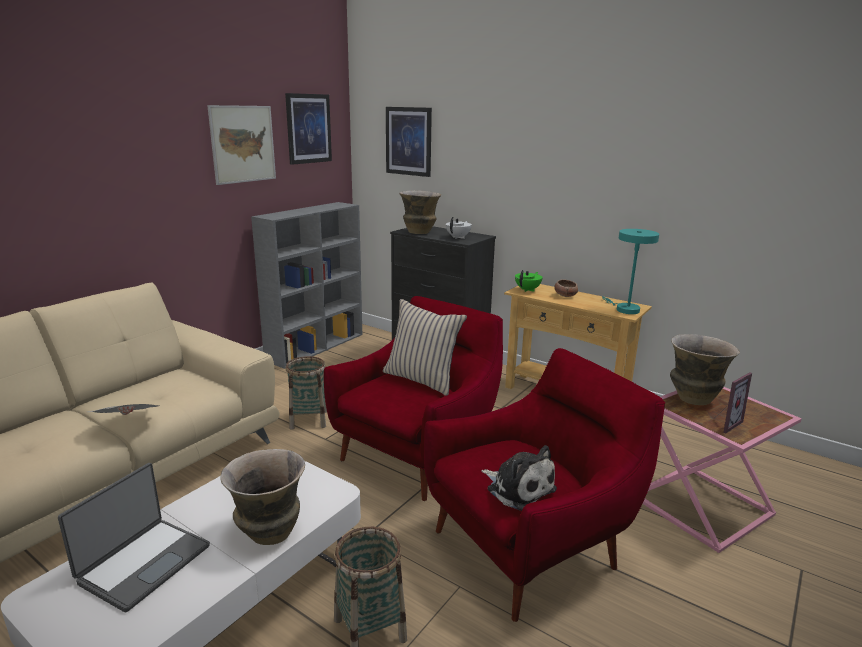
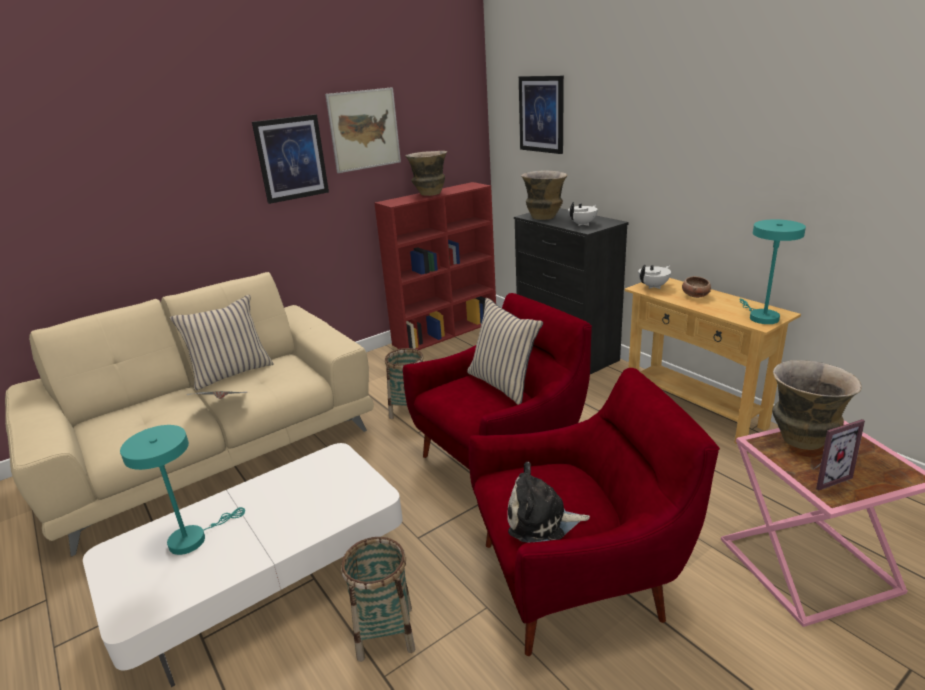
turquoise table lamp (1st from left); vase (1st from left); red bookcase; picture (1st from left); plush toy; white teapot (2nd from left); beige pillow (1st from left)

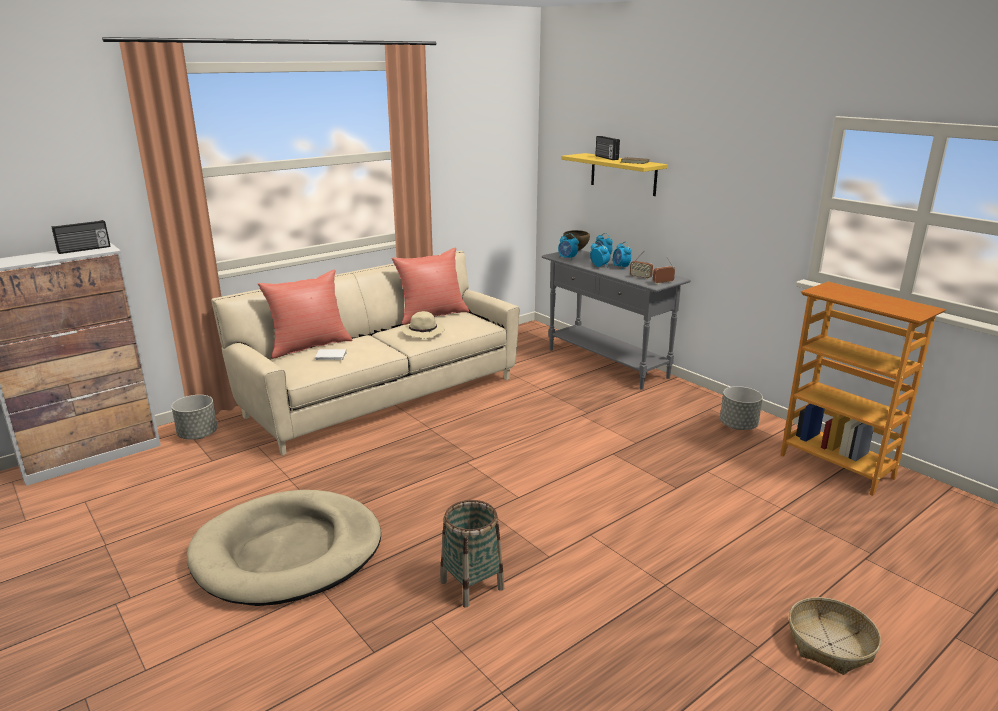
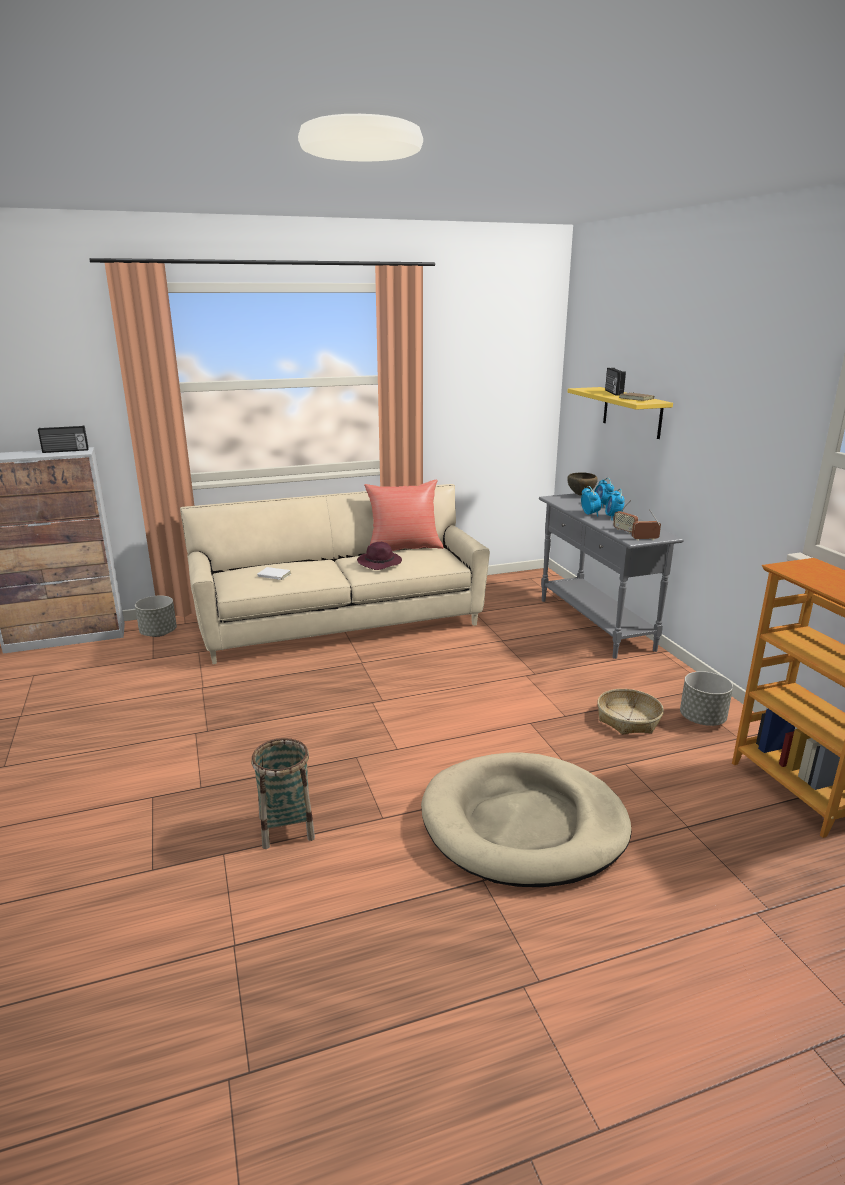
beige dog bed; red pillow (1st from left in the first image); purple hat; alarm clock (1st from left in the first image); basket (2nd from left)

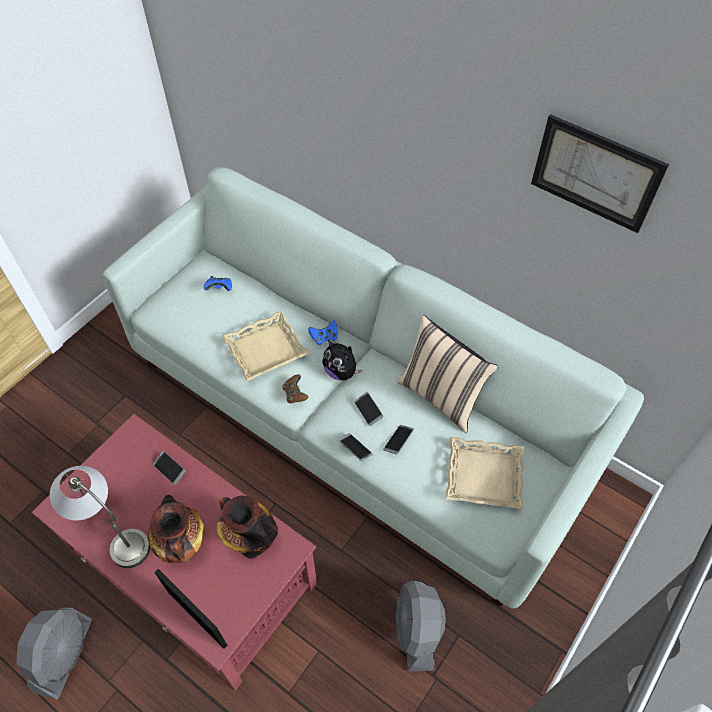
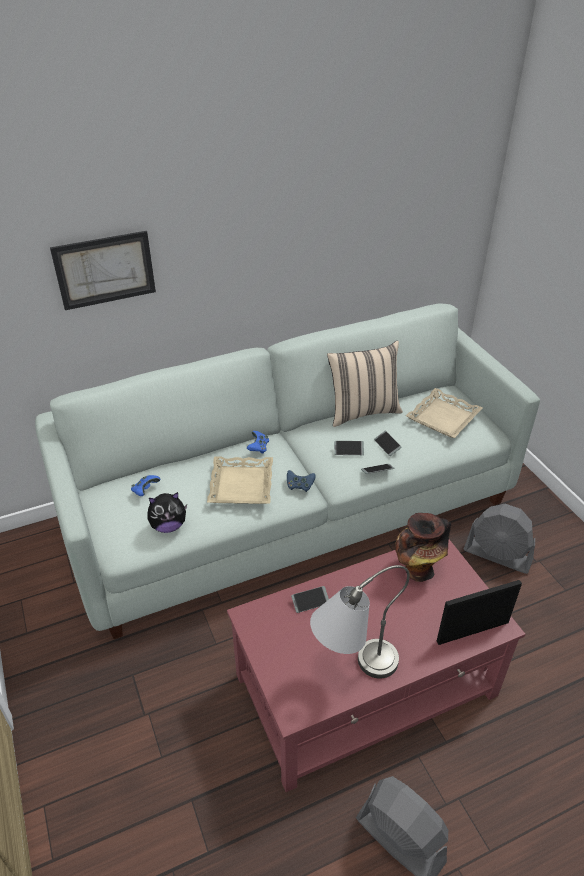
vase (1st from left in the first image); blue game controller (3rd from left); plush toy; picture

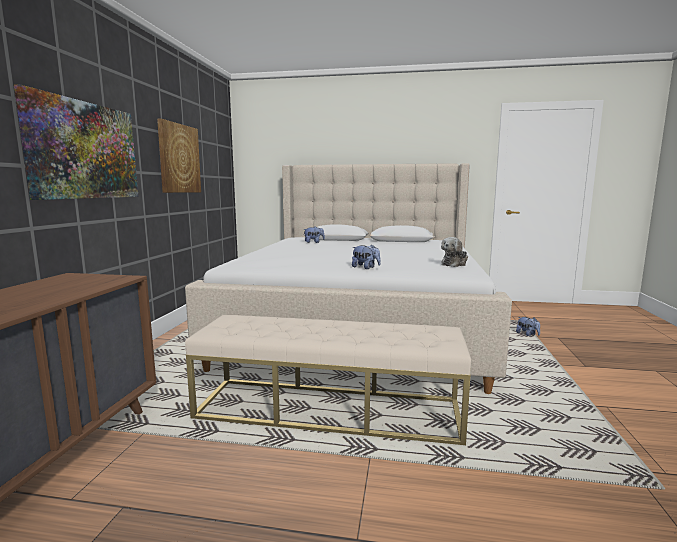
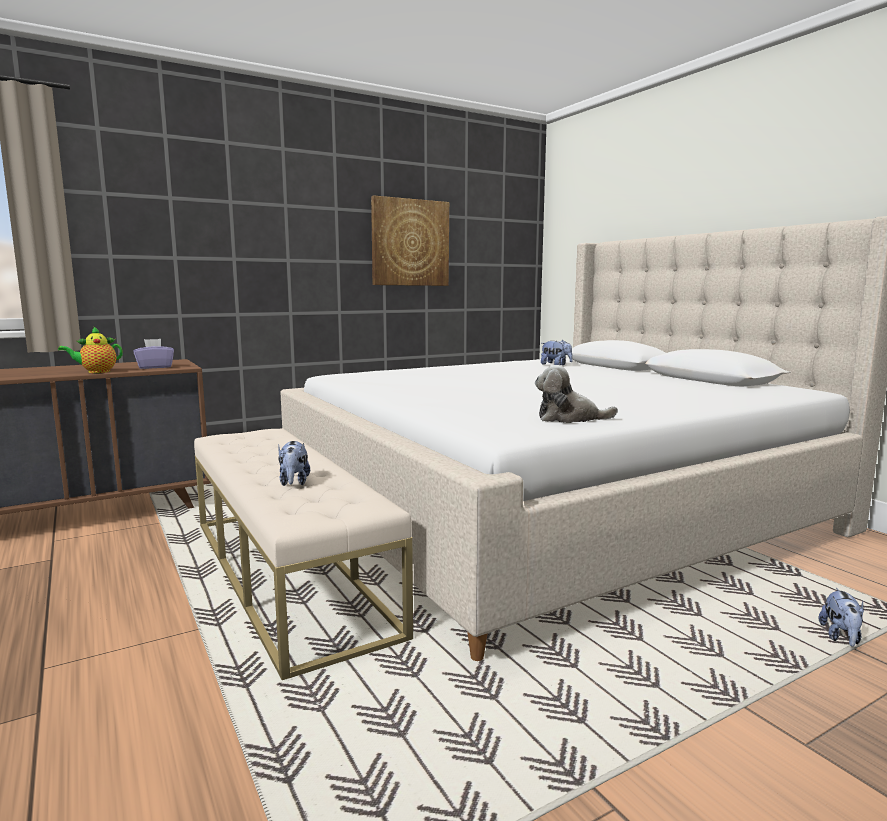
picture (1st from left in the first image); plush toy (1st from left); teapot; purple tissue box

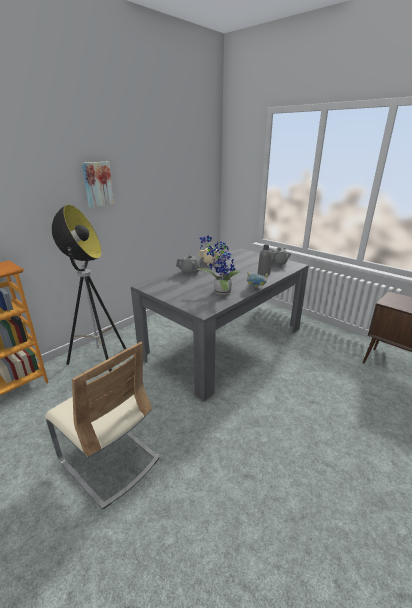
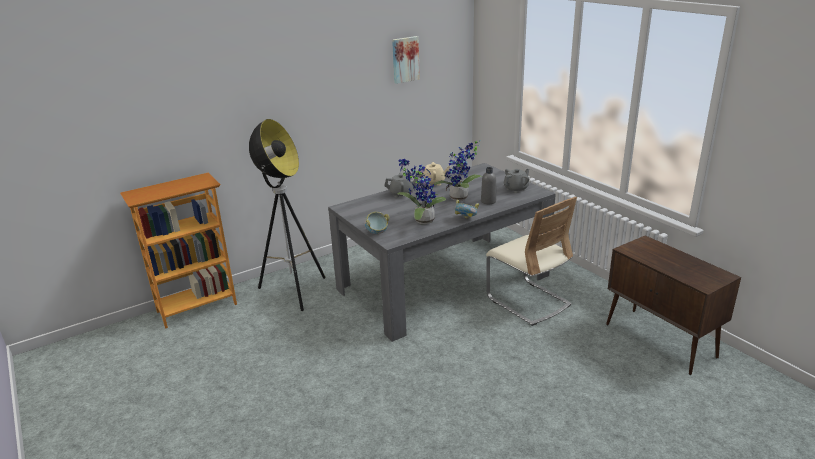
beige chair; picture; bowl (1st from left); potted plant (2nd from left)

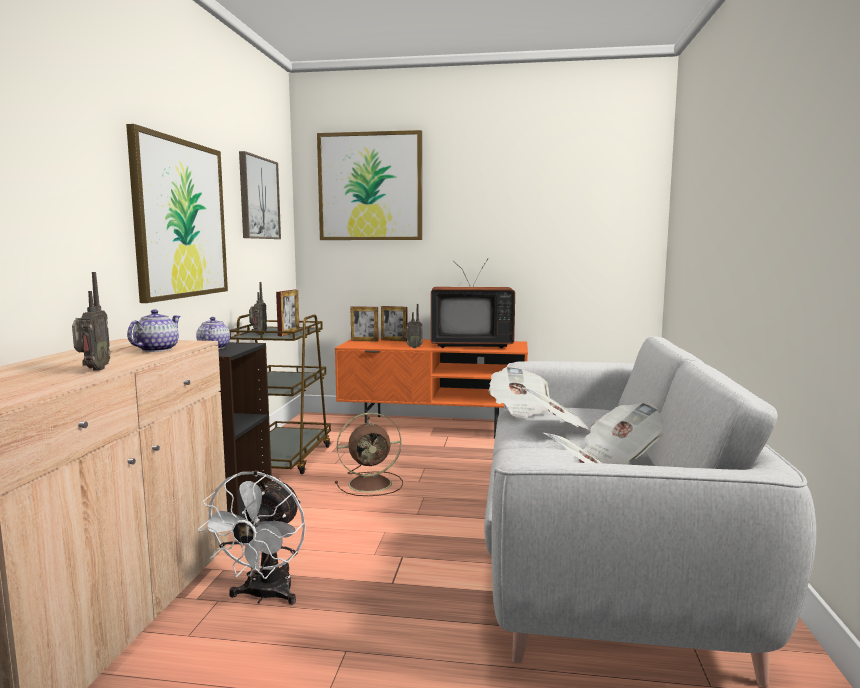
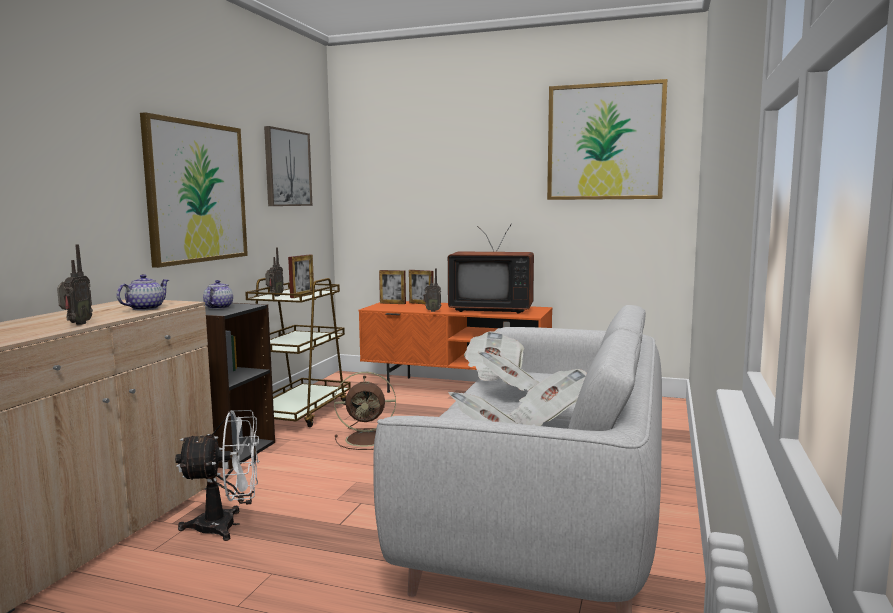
white fan; picture (3rd from left)

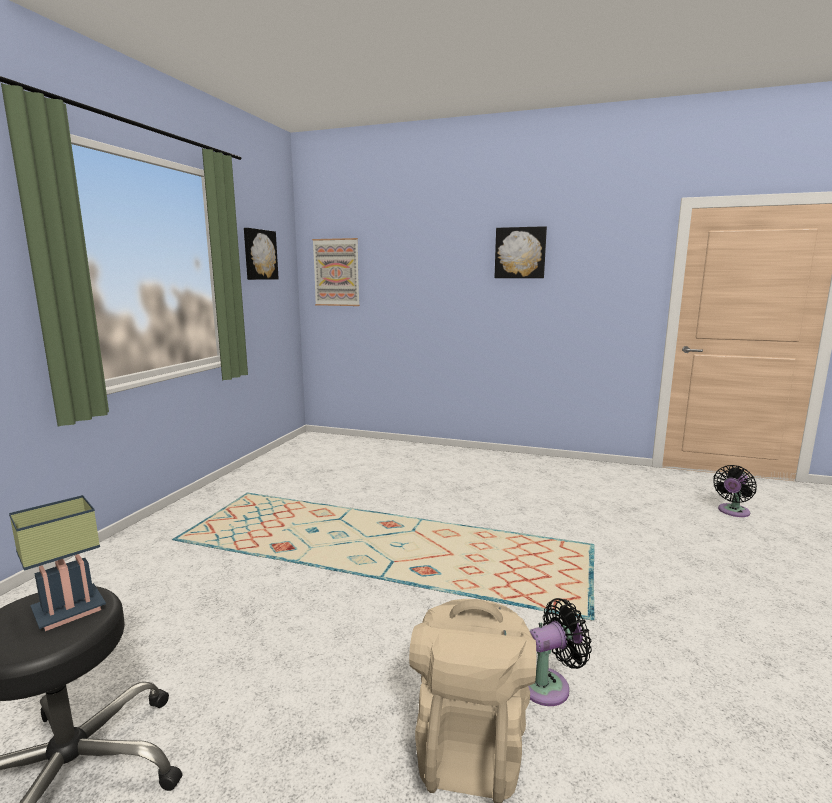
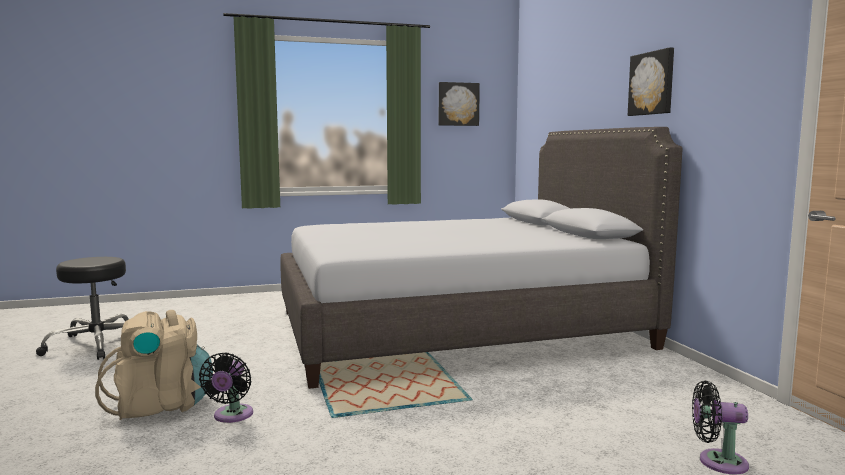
table lamp; picture (2nd from left in the first image); black fan (1st from left); grey bed

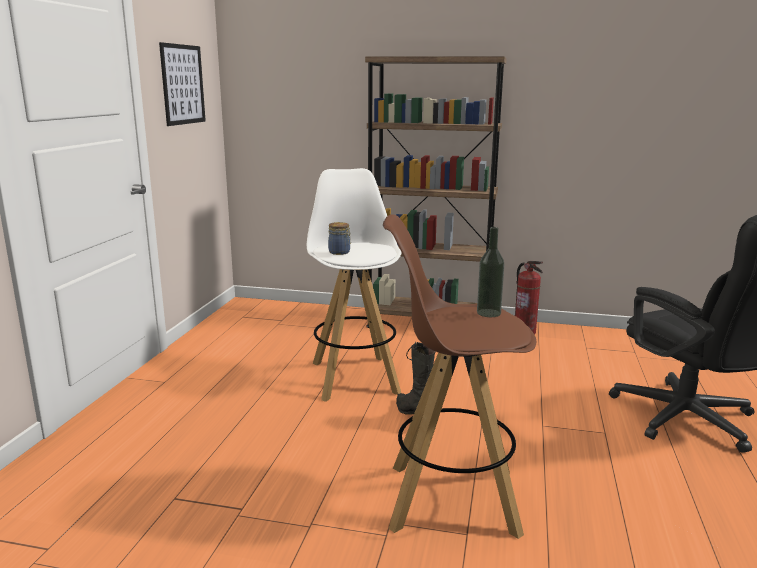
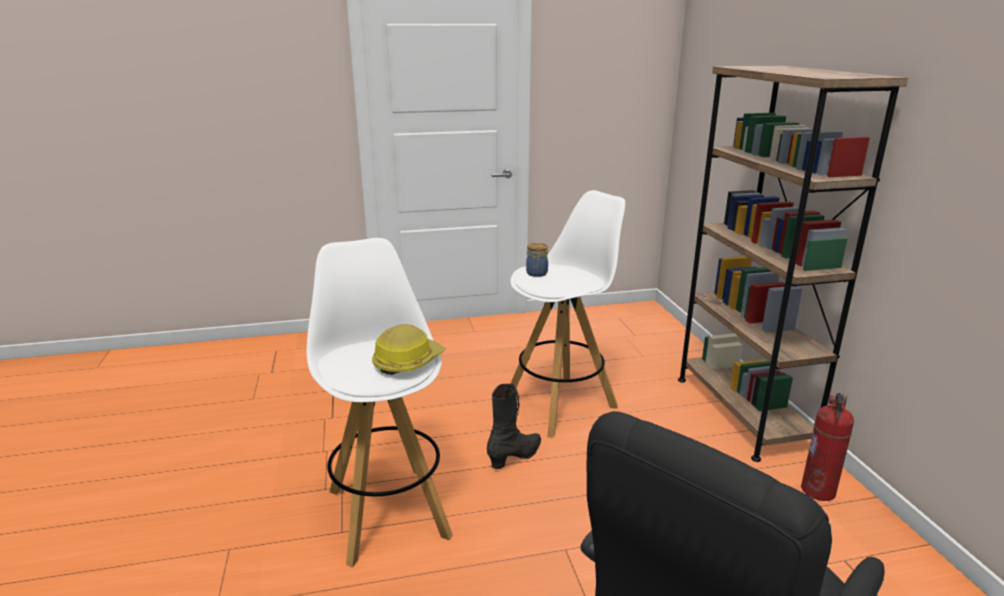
picture; white stool (1st from left); hard hat

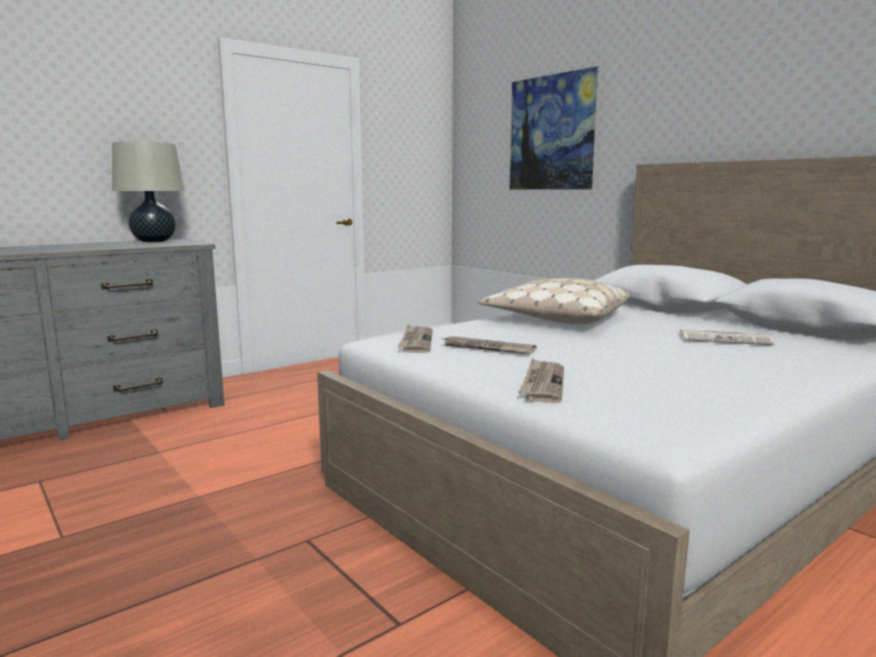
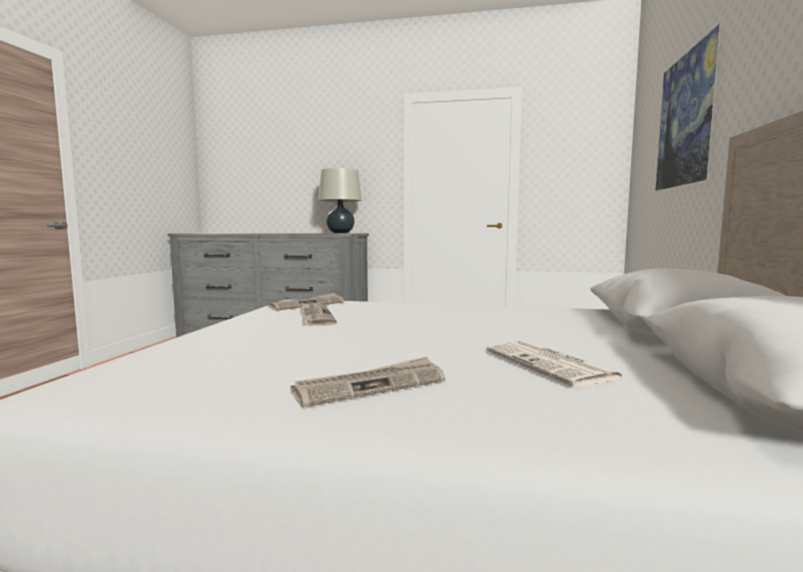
beige pillow; newspaper (3rd from left)

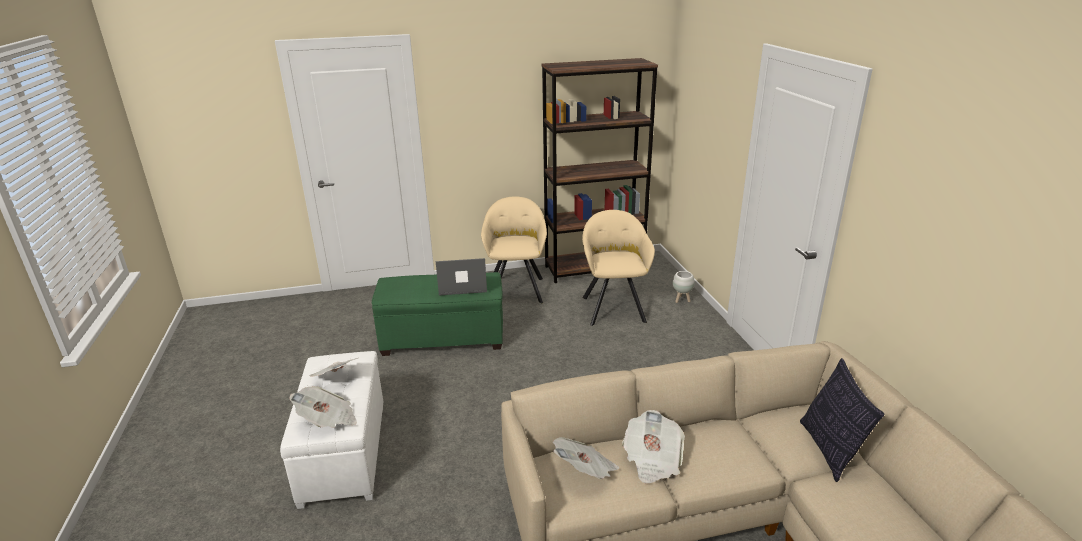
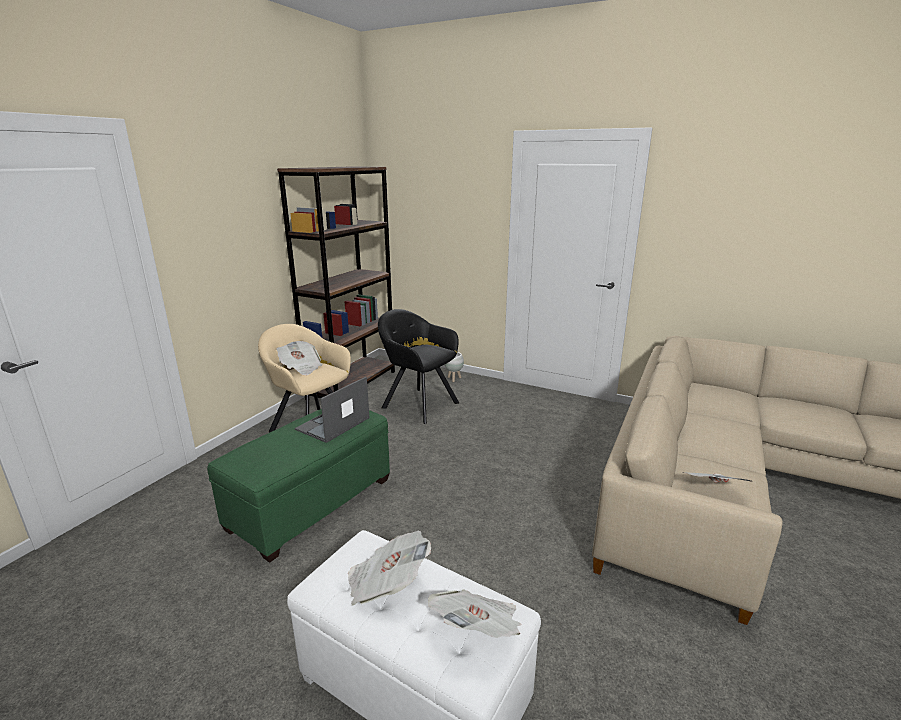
black armchair; newspaper (1st from left); pillow

